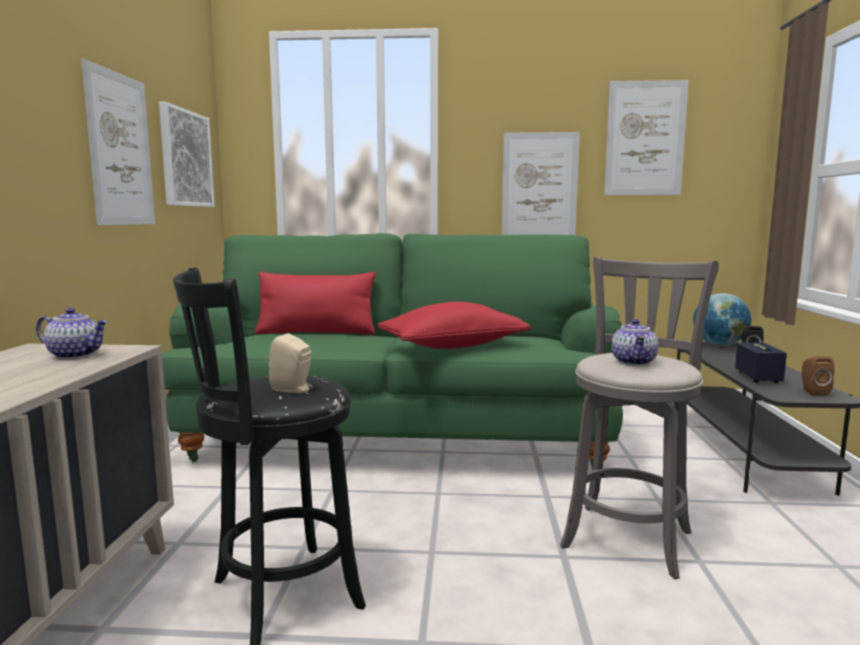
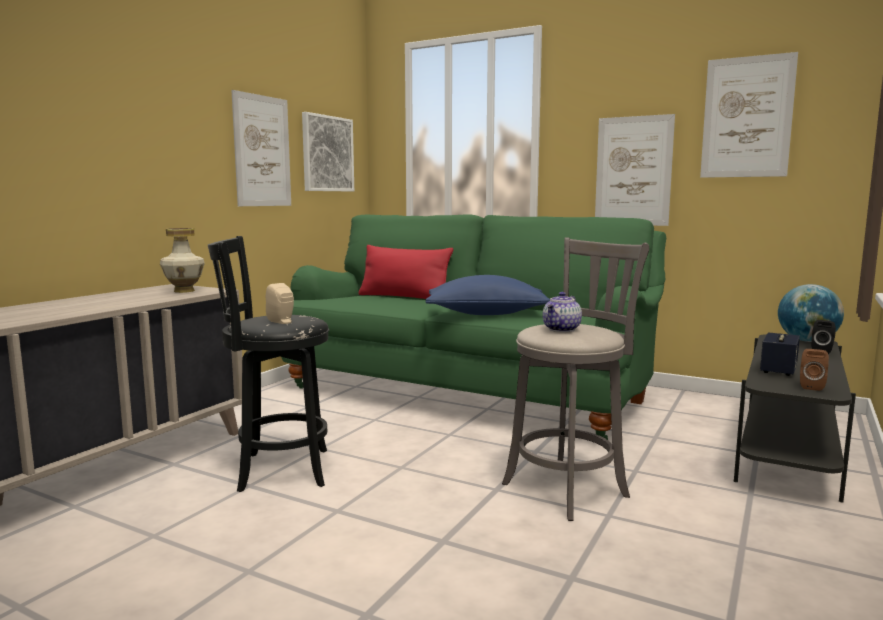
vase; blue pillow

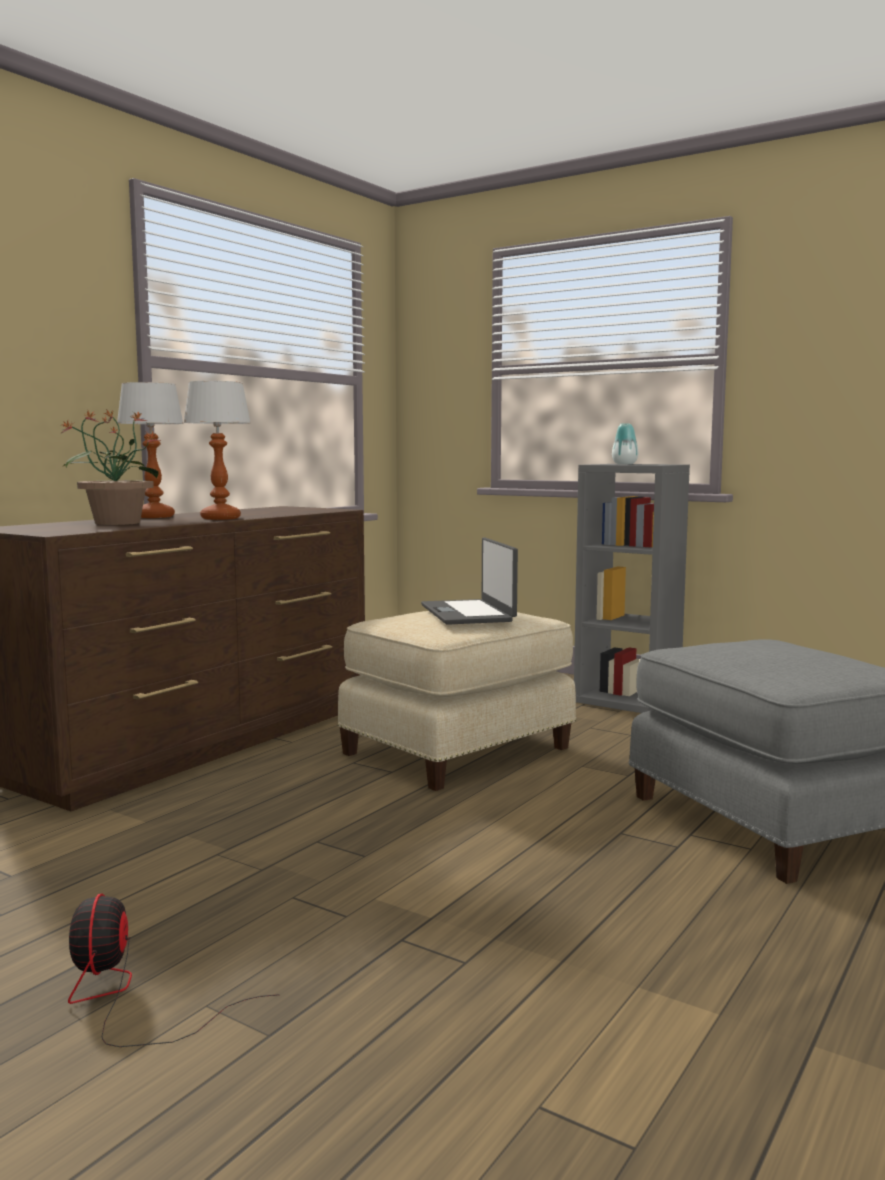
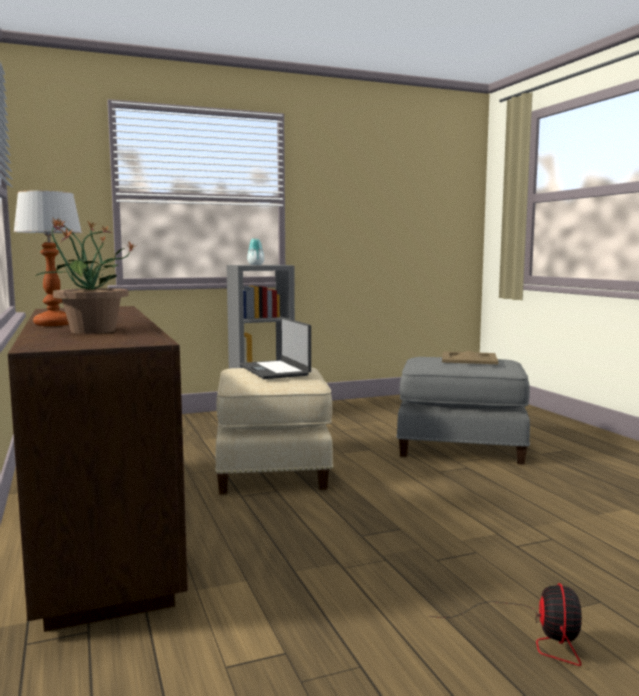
fan; table lamp (2nd from left in the first image); laptop; beige tray

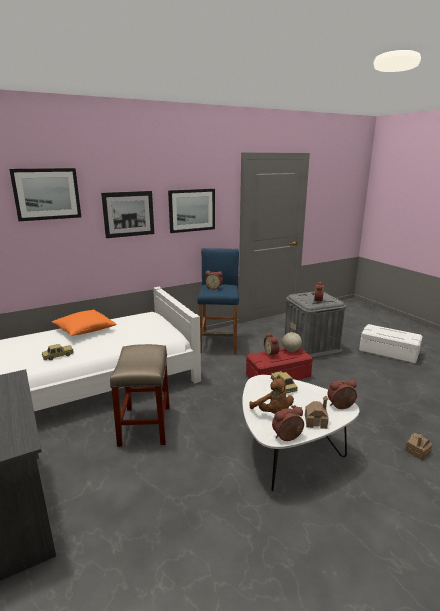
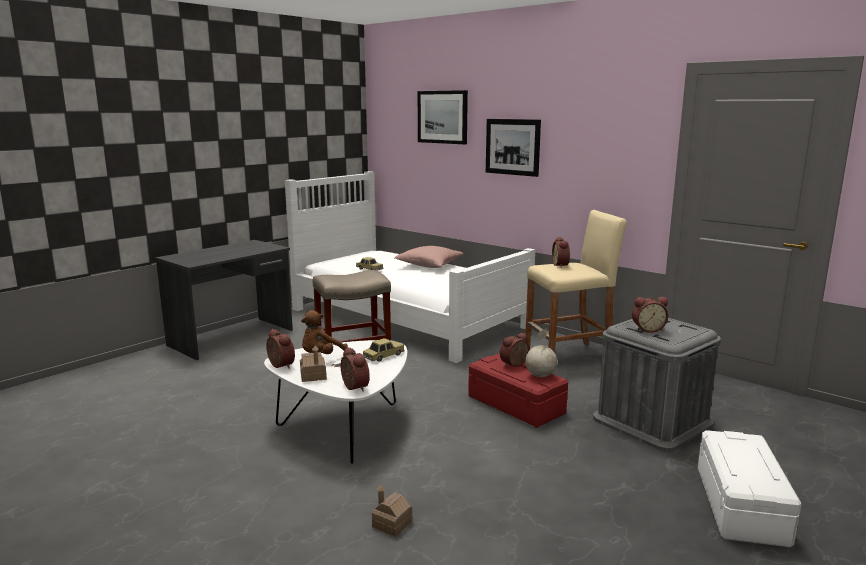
pink pillow; picture (3rd from left in the first image); beige stool (2nd from left)

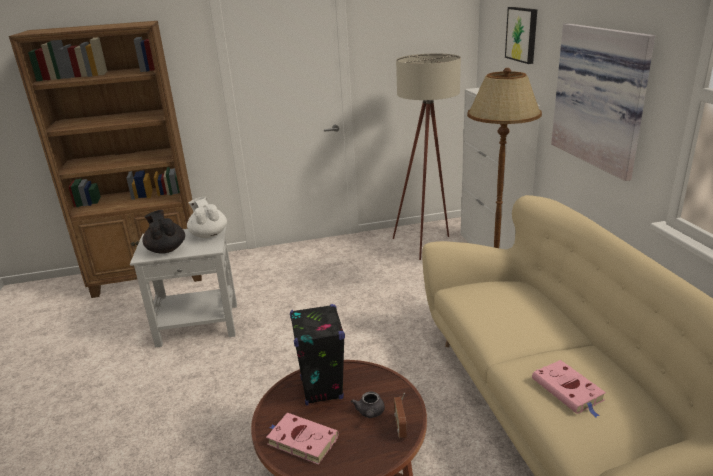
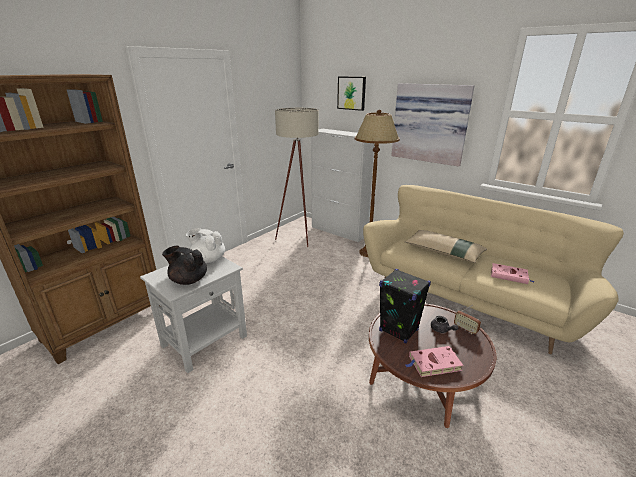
beige pillow

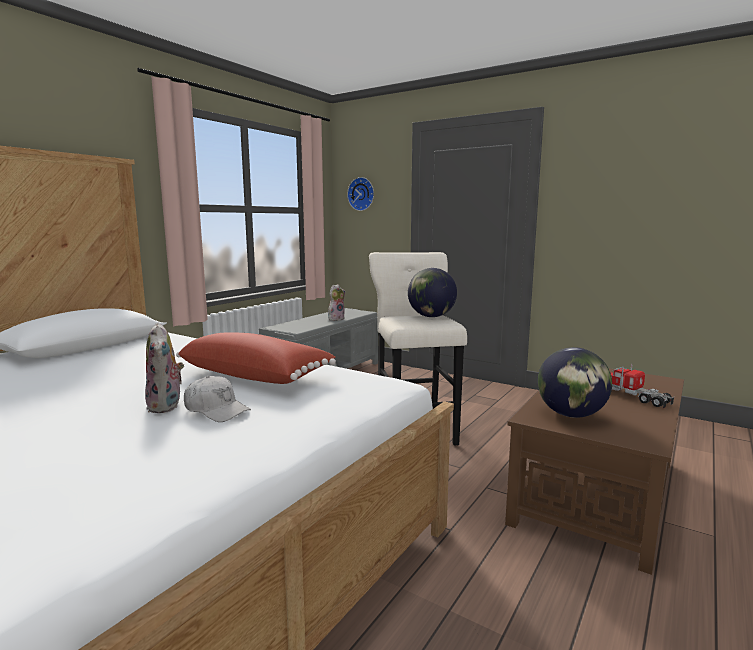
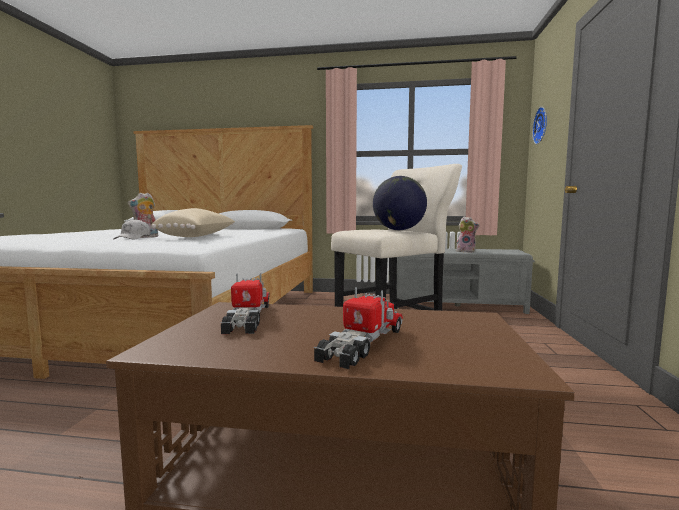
beige pillow; toy truck (1st from left)

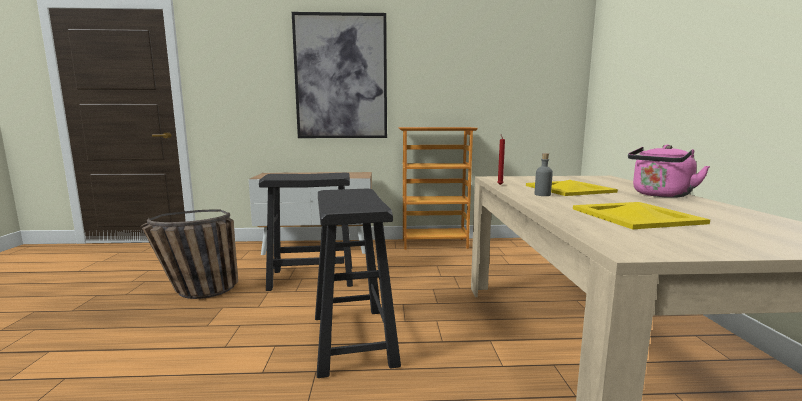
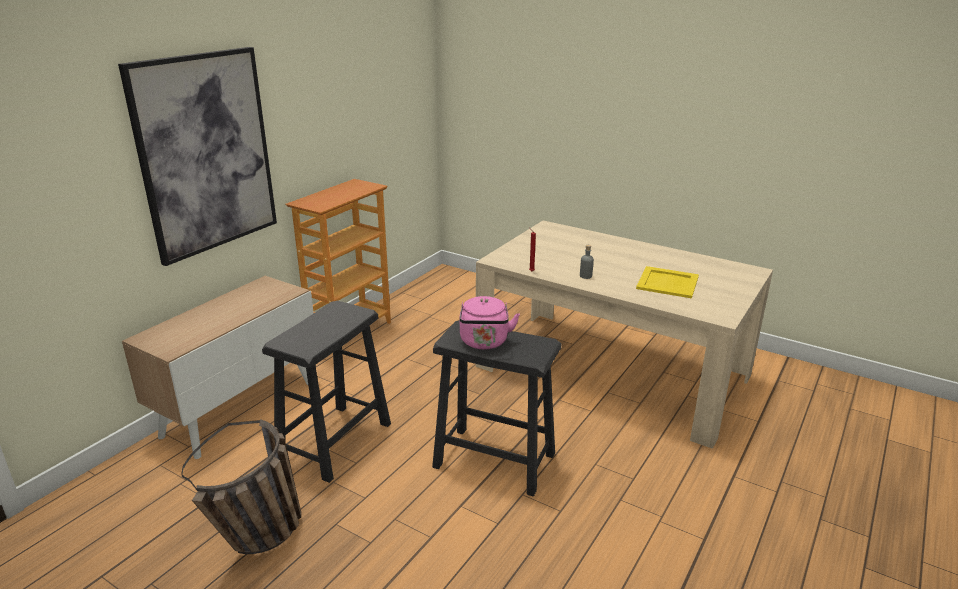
yellow tray (1st from left in the first image); pink kettle

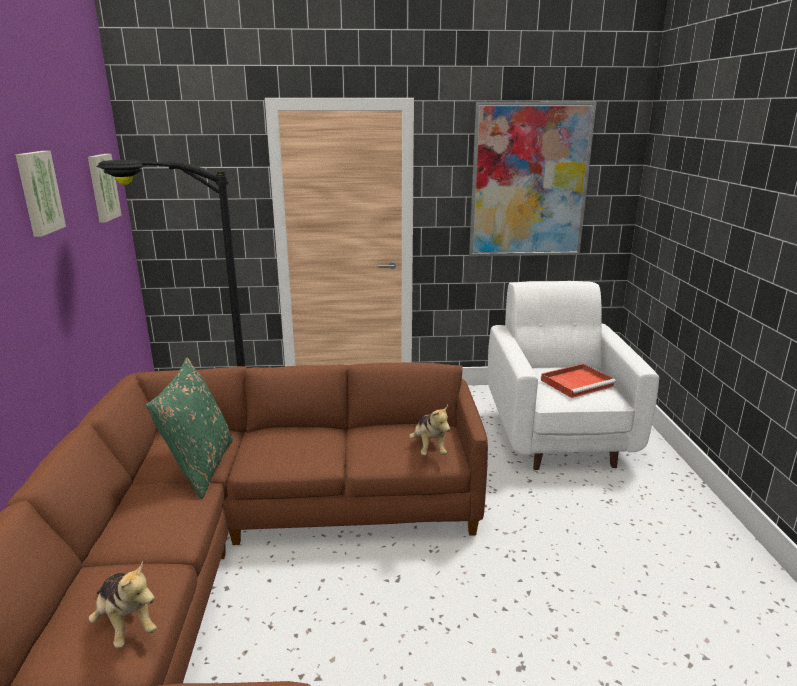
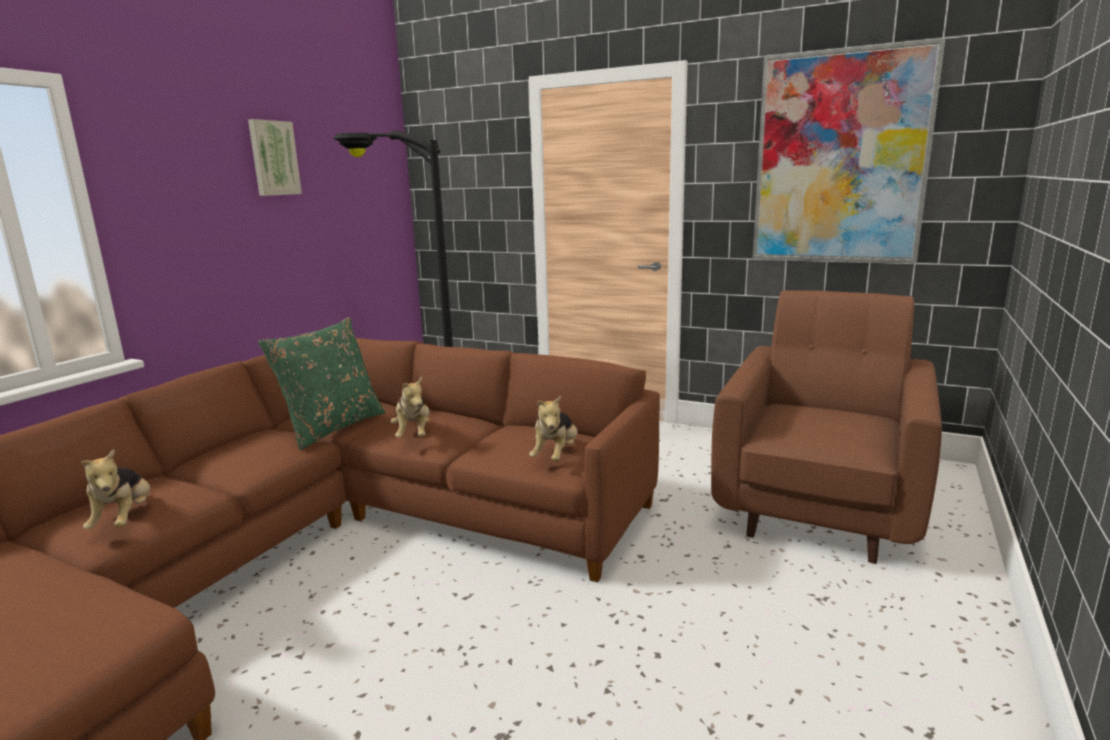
picture (2nd from left in the first image); brown armchair; red tray; plush toy (2nd from left)

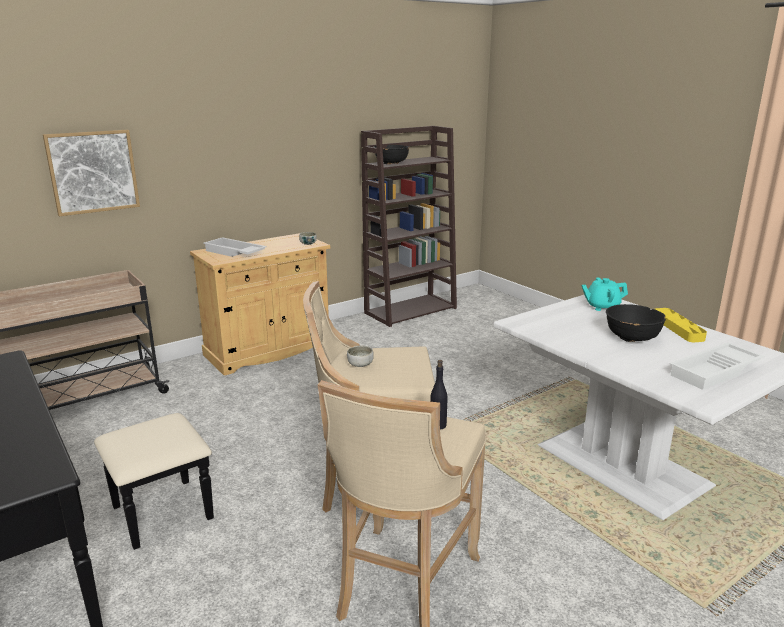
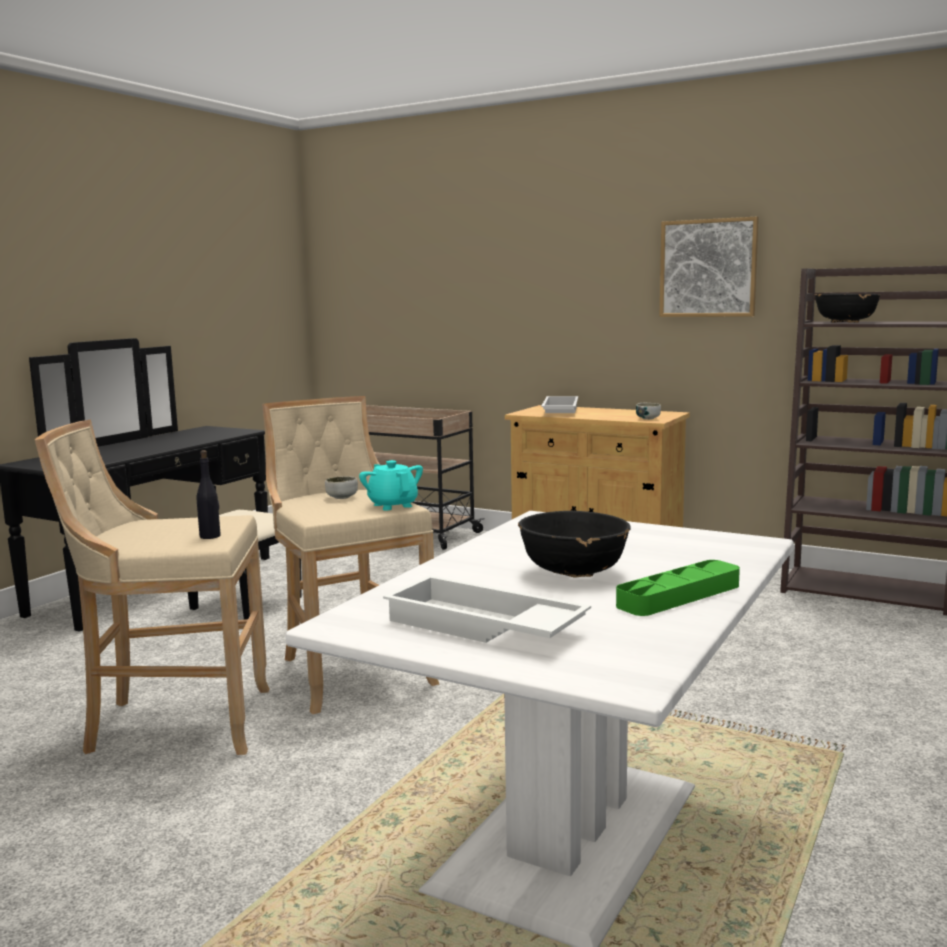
picture; turquoise teapot; green tray

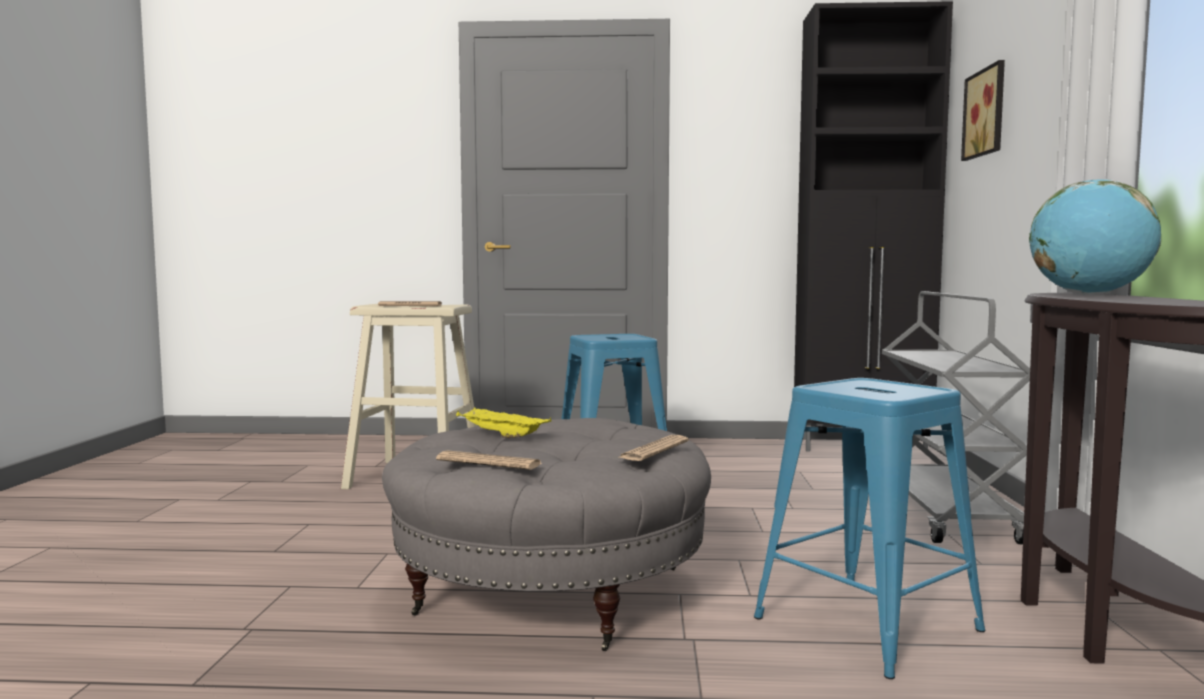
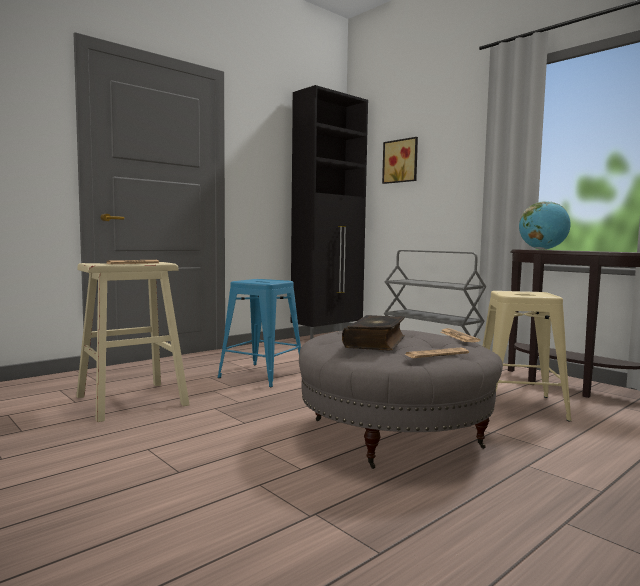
book; beige stool (2nd from left)

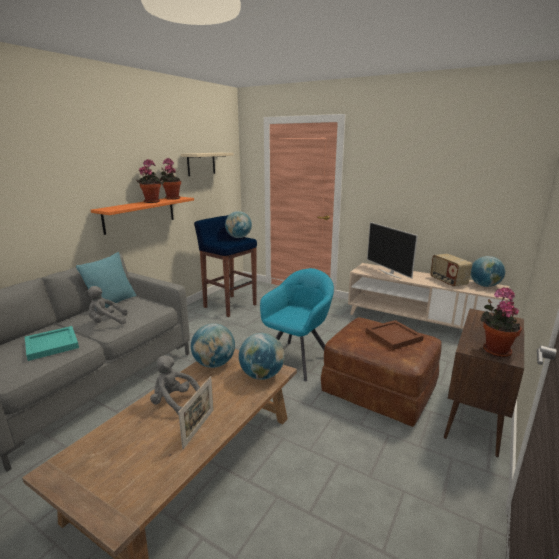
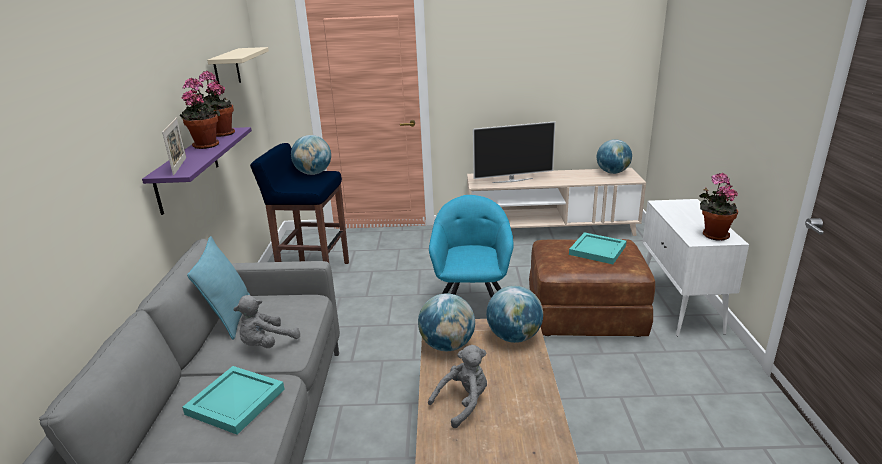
purple shelf; grey plush toy (2nd from left); picture frame; turquoise tray (2nd from left); television; radio; white cabinet

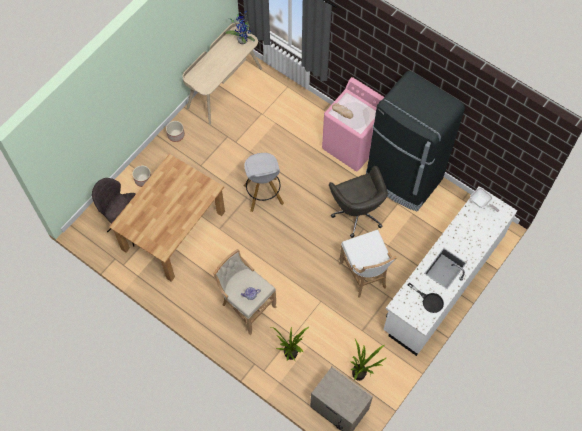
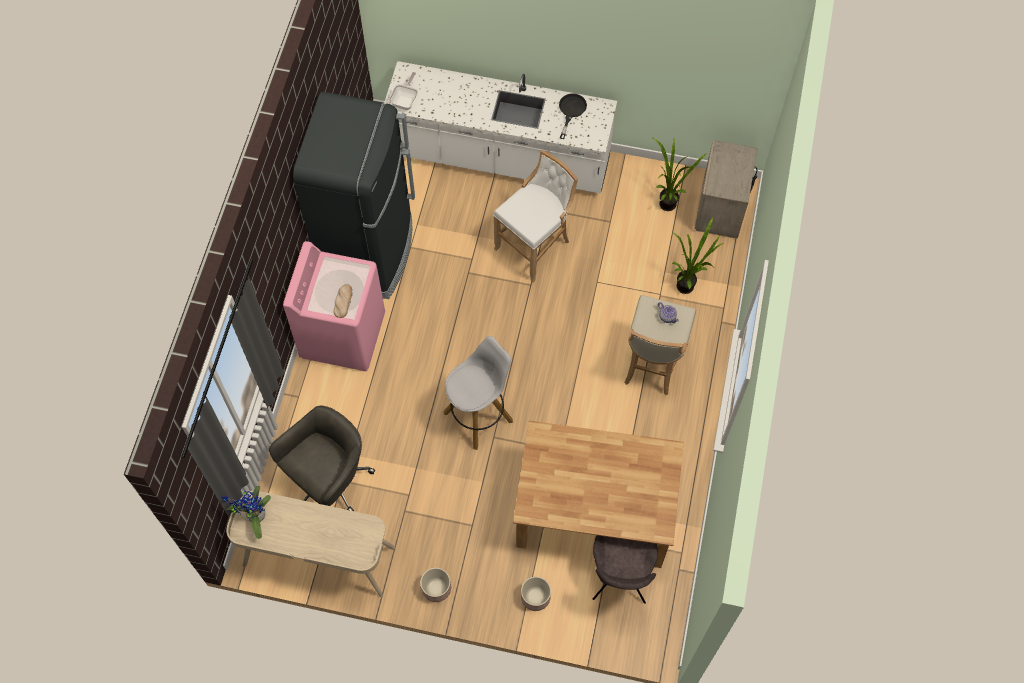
grey office chair

